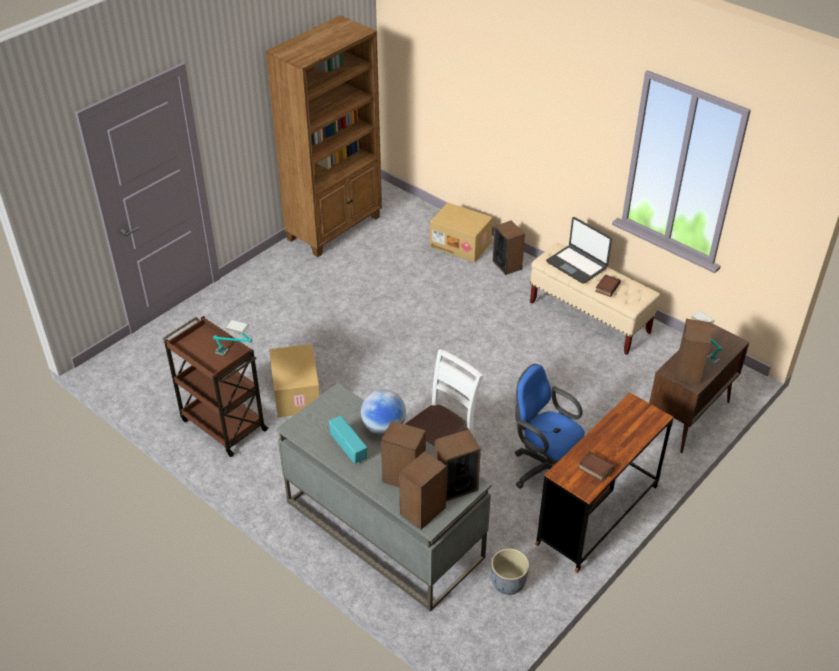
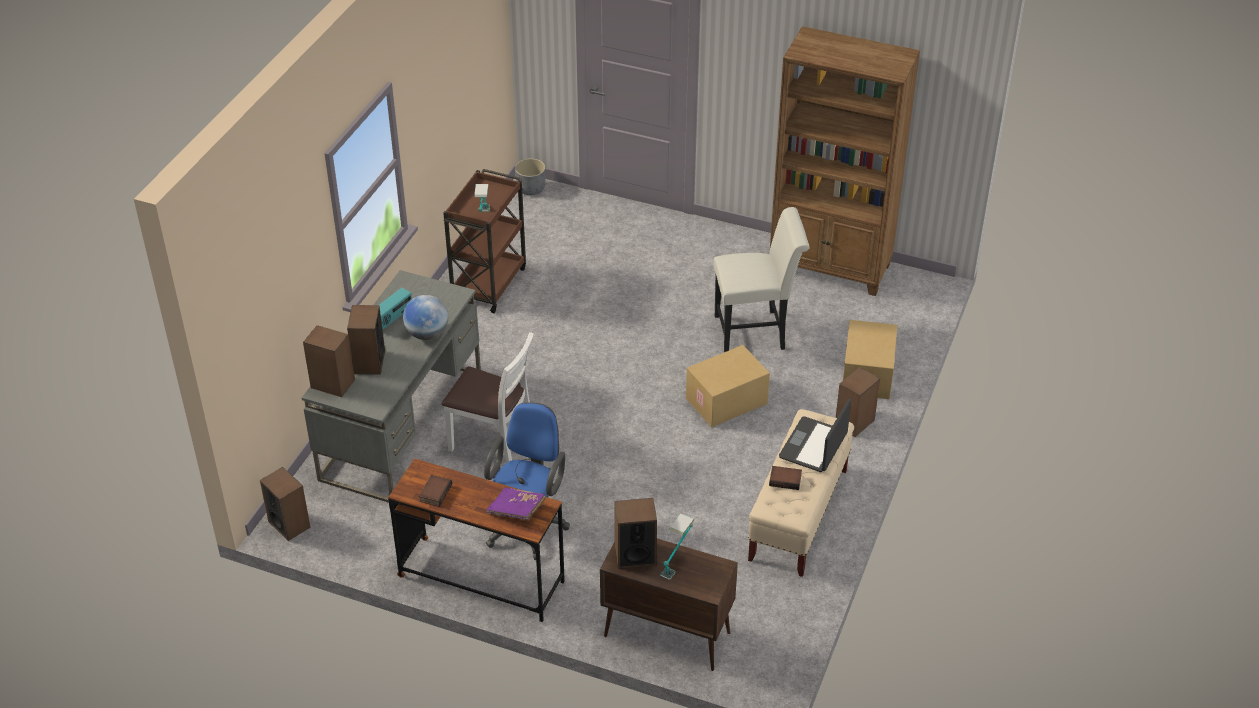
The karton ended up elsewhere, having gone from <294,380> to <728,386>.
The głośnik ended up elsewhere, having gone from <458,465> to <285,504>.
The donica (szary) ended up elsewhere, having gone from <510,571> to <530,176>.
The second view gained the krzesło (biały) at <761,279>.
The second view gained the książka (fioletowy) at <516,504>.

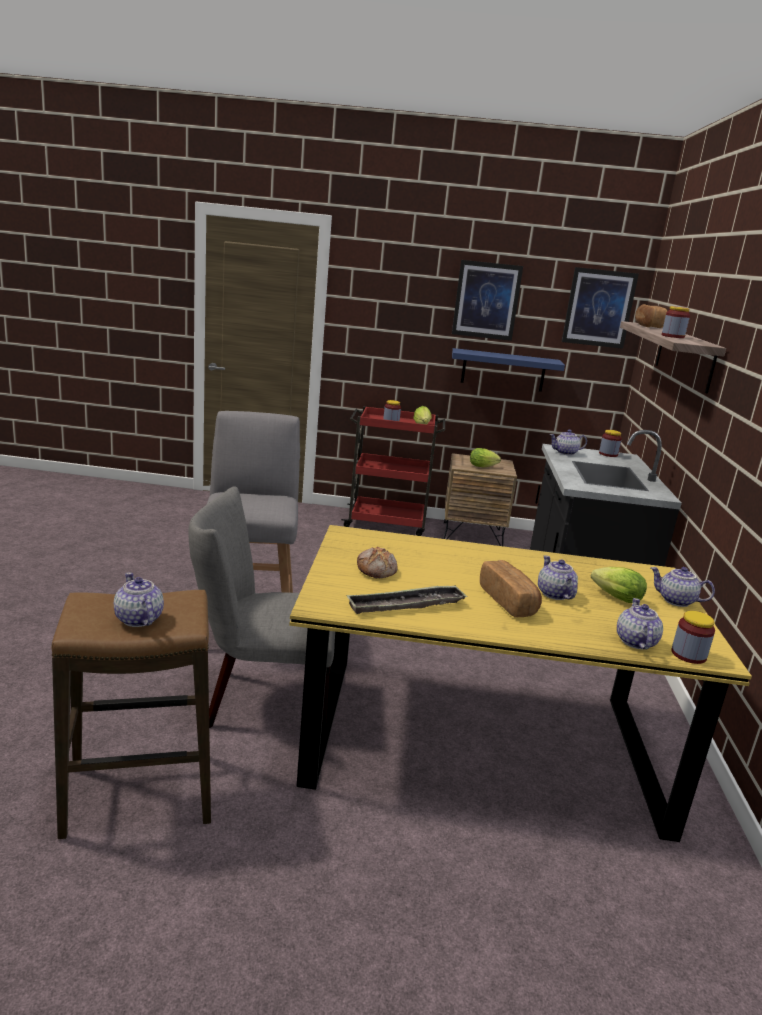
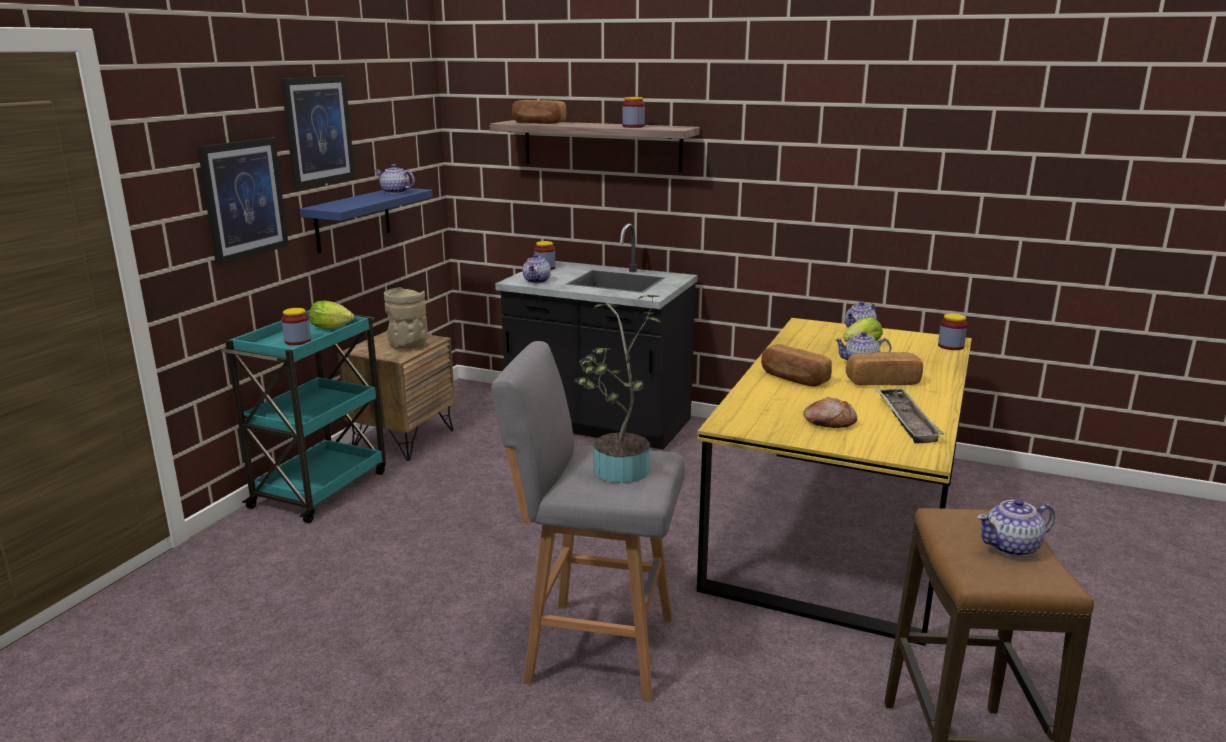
The obraz ended up elsewhere, having gone from <600,308> to <243,201>.
What was the wózek (czerwony) at <393,471> turned into the wózek (turkusowy) at <303,416>.
Where the sałata stood at <485,458>, the wazon (beżowy) came to stand at <406,318>.
The second view lost the krzesło (szary) at <261,611>.
The imbryk ended up elsewhere, having gone from <640,624> to <395,179>.
The second view gained the roślina doniczkowa at <618,389>.
The second view gained the chleb at <796,365>.

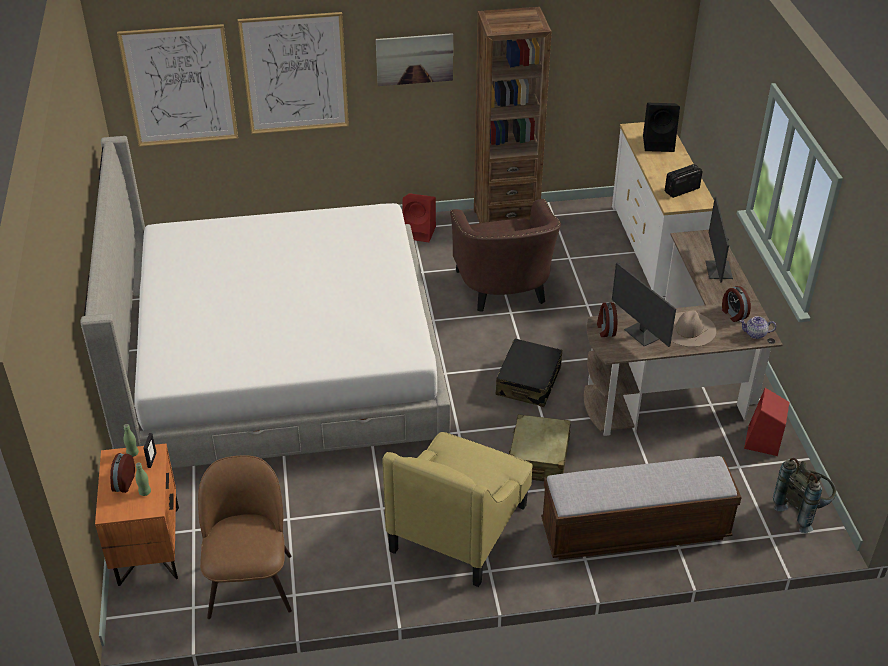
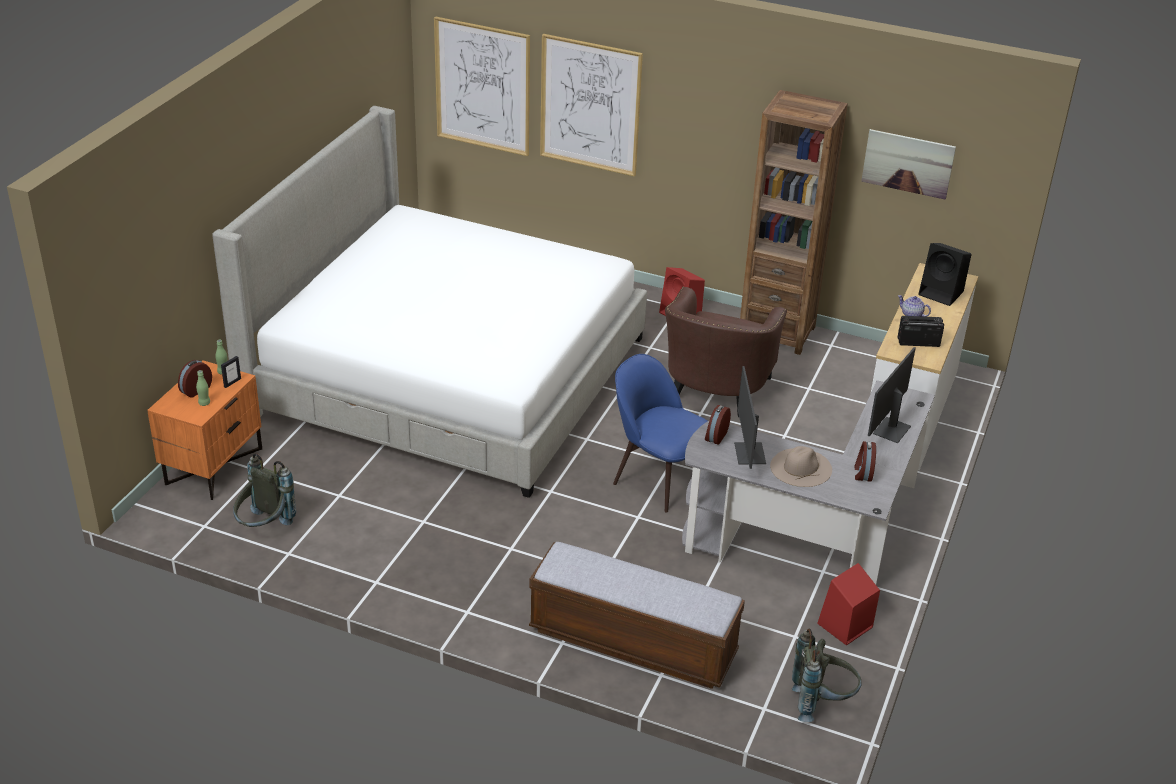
The obraz ended up elsewhere, having gone from <414,59> to <908,164>.
What was the biurko (brązowy) at <683,333> turned into the biurko (szary) at <808,482>.
The imbryk ended up elsewhere, having gone from <758,327> to <914,306>.
Where the walizka (czarny) stood at <529,372>, the krzesło (niebieski) came to stand at <660,433>.
The second view lost the walizka (beżowy) at <540,447>.
The second view lost the fotel (żółty) at <457,509>.
Where the krzesło (brązowy) stood at <245,537>, the plecak (szary) came to stand at <264,490>.

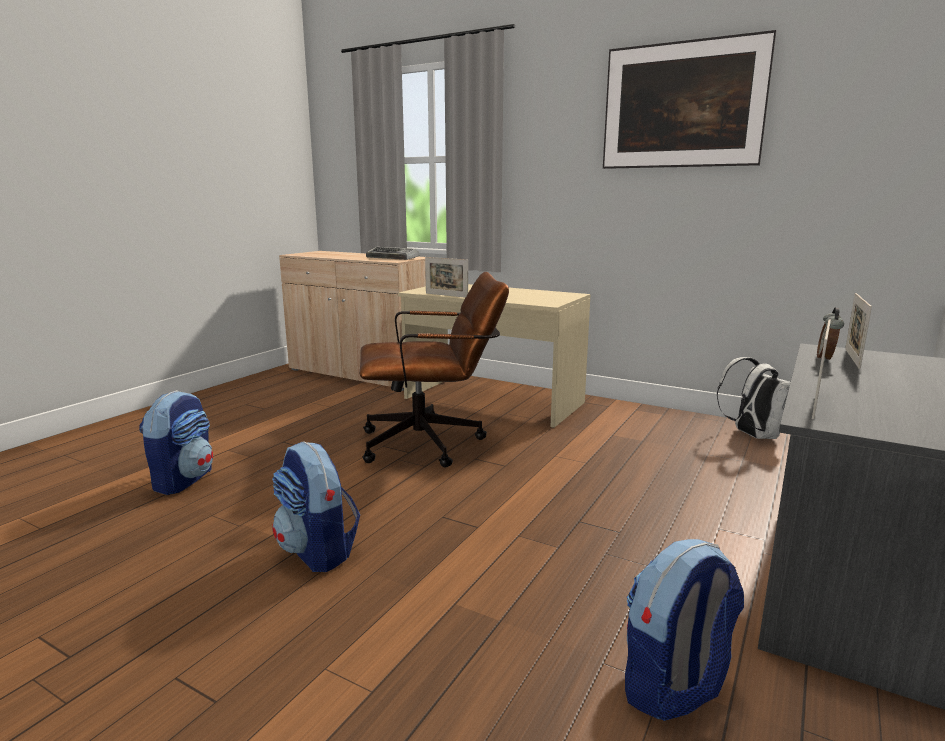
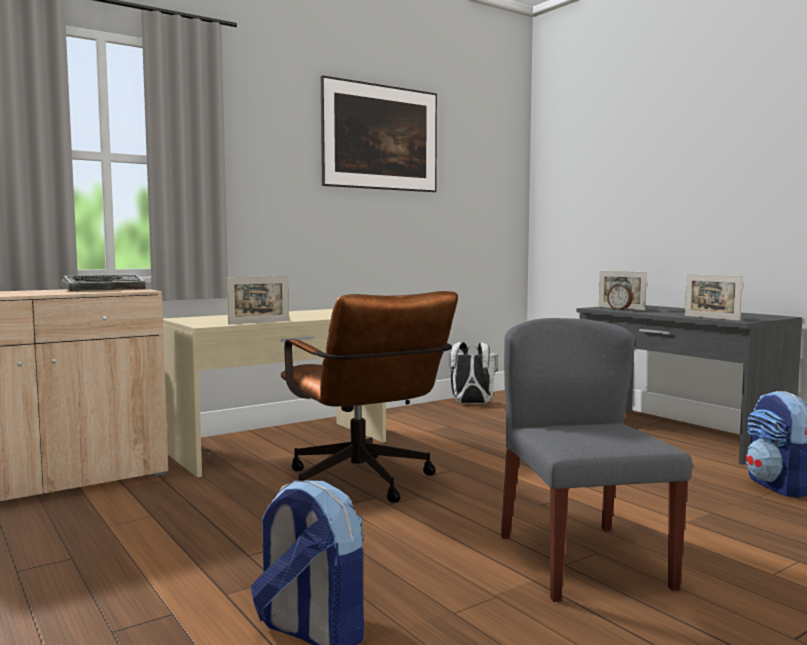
The krzesło biurowe (brązowy) at <434,370> ended up facing another way, 135 degrees clockwise from before.
Where the plecak stood at <316,507>, the krzesło (szary) came to stand at <596,460>.

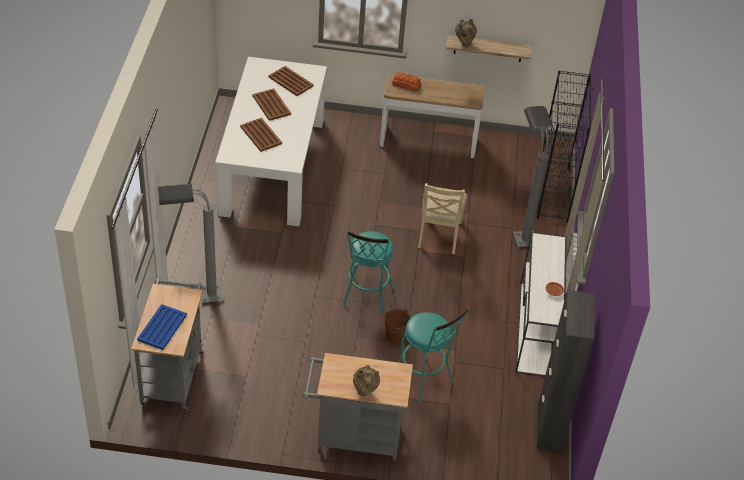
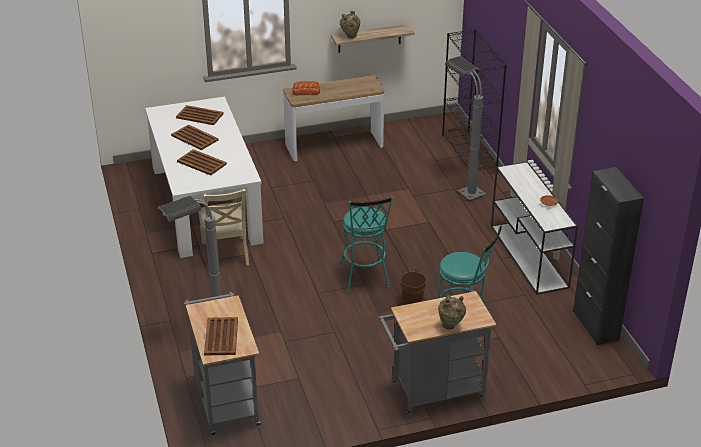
The krzesło (beżowy) ended up elsewhere, having gone from <442,218> to <223,227>.
What was the taca (niebieski) at <162,327> turned into the taca (brązowy) at <221,336>.

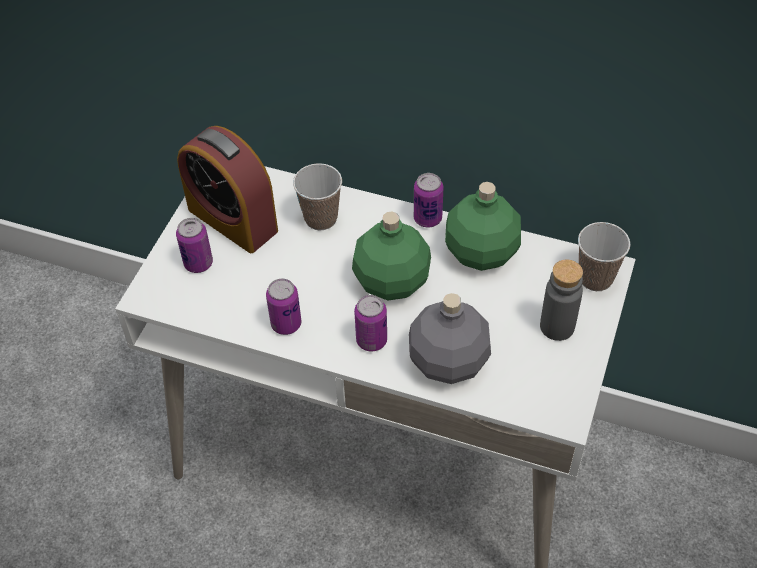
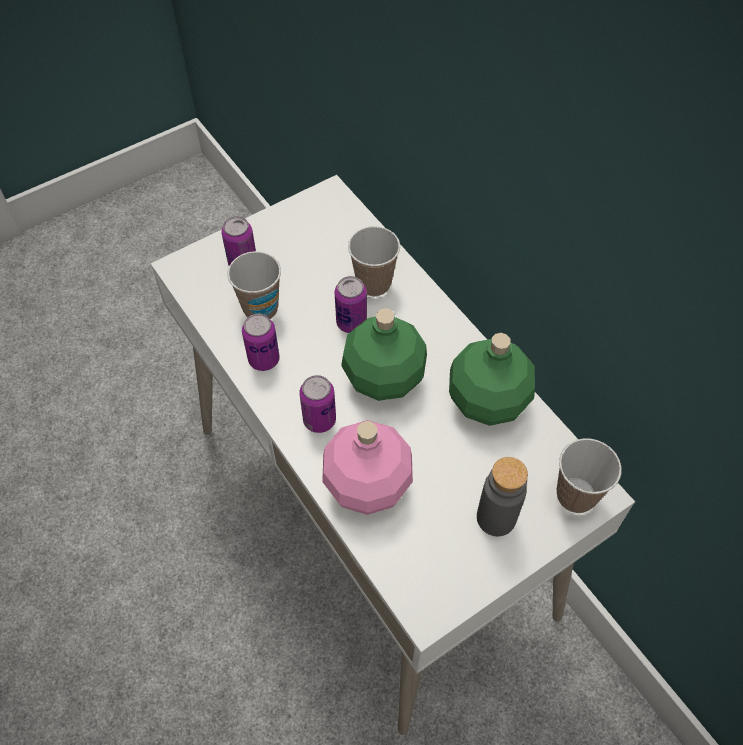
The second view lost the budzik at <227,189>.
The puszka ended up elsewhere, having gone from <428,200> to <351,304>.
What was the butelka (szary) at <450,338> turned into the butelka (różowy) at <367,467>.
The second view gained the filiżanka at <254,285>.

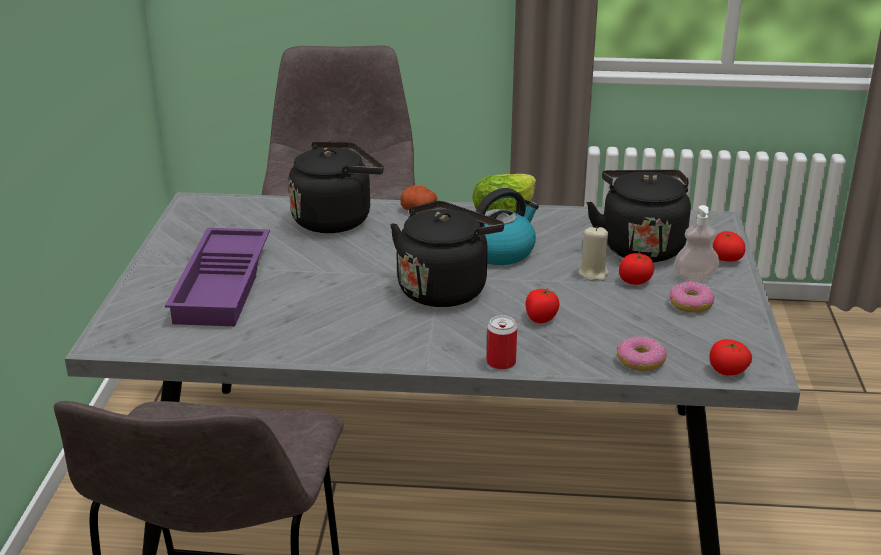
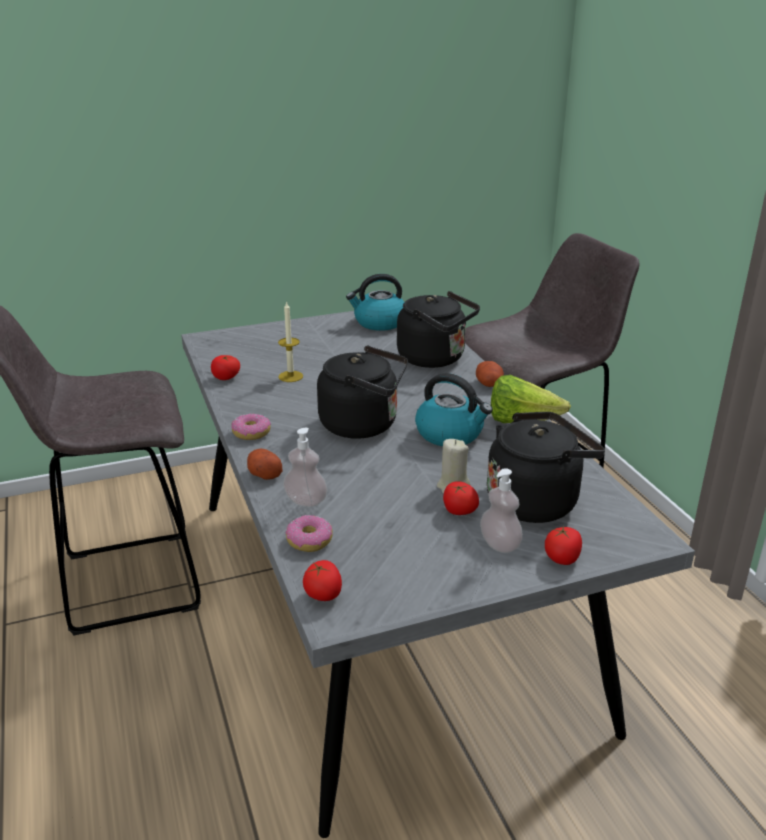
The second view lost the taca (fioletowy) at <217,277>.
The donut ended up elsewhere, having gone from <692,297> to <251,427>.
The pomidor ended up elsewhere, having gone from <542,305> to <225,367>.
Where the puszka stood at <502,342>, the ziemniak came to stand at <264,464>.
The second view gained the czajnik at <375,302>.
The second view gained the świeca at <290,341>.
The second view gained the dozownik mydła at <305,467>.

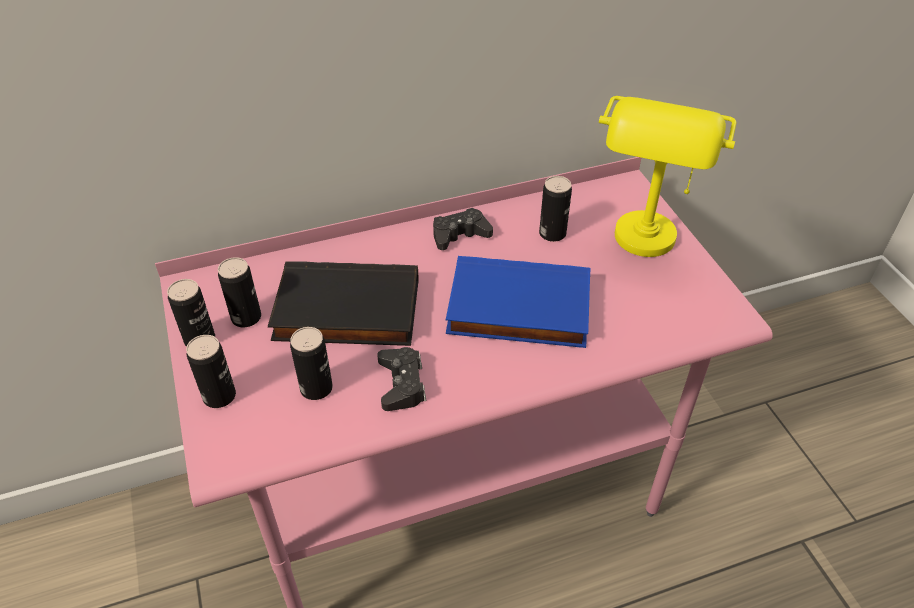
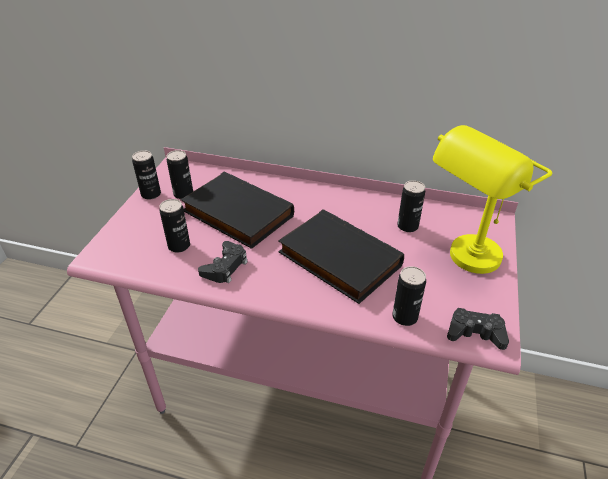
The pad do gier (czarny) ended up elsewhere, having gone from <463,229> to <478,329>.
What was the książka (niebieski) at <518,302> turned into the książka (czarny) at <341,256>.
The puszka ended up elsewhere, having gone from <211,371> to <409,296>.

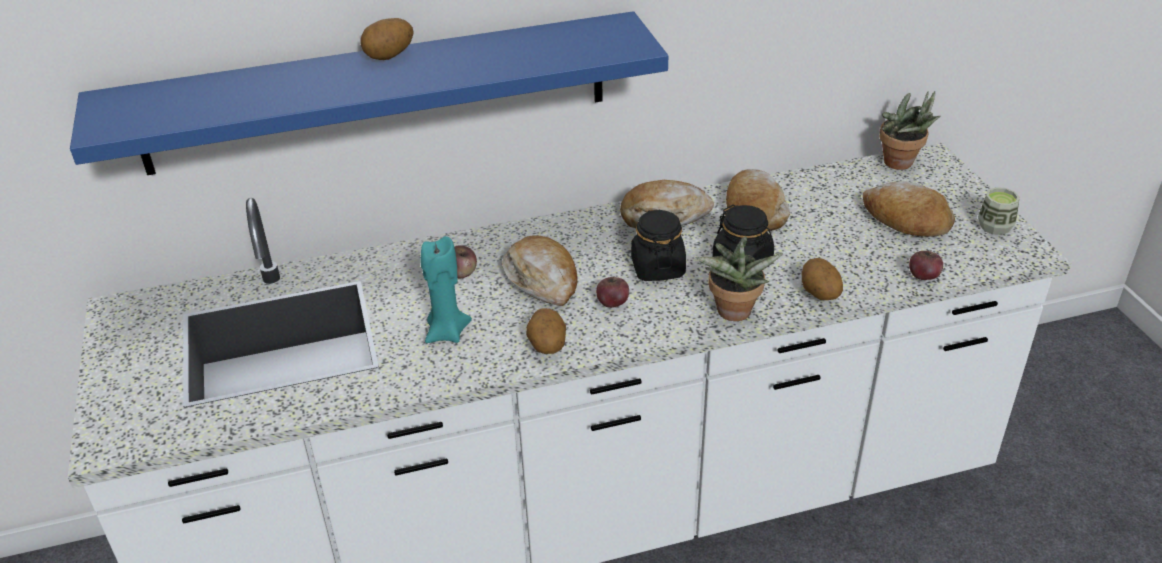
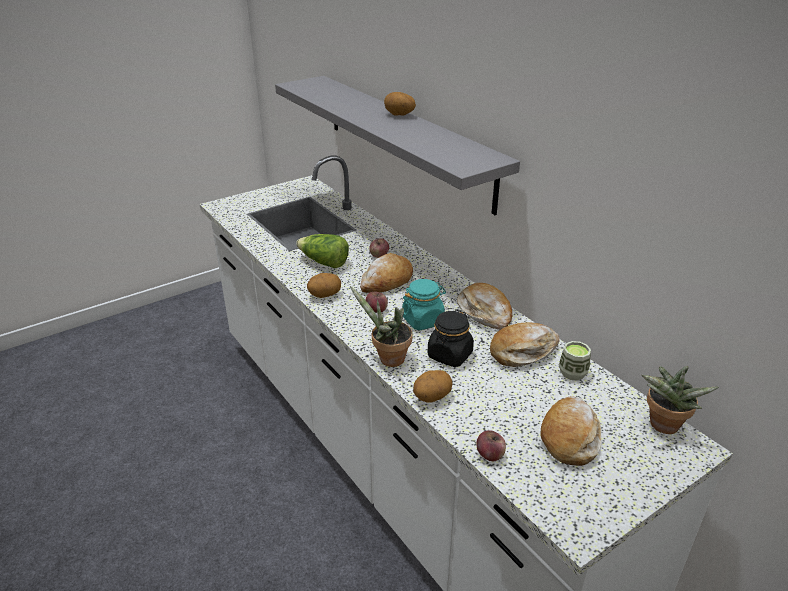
What was the półka (niebieski) at <369,93> turned into the półka (szary) at <397,145>.
The filiżanka ended up elsewhere, having gone from <999,211> to <575,361>.
What was the słoik (czarny) at <658,245> turned into the słoik (turkusowy) at <424,304>.
Where the świeca (turkusowy) stood at <446,289>, the sałata came to stand at <322,251>.

